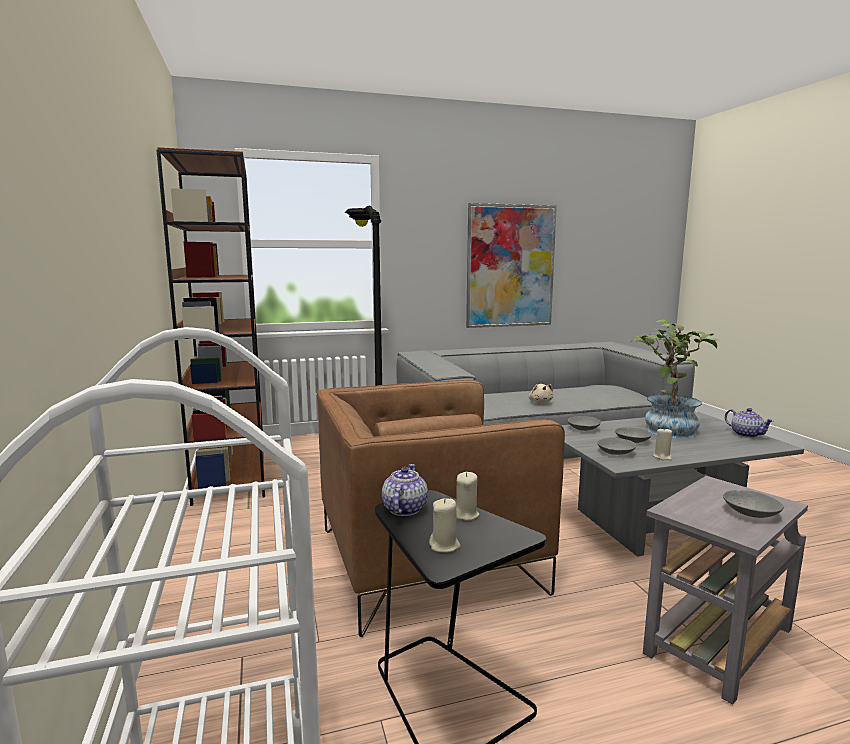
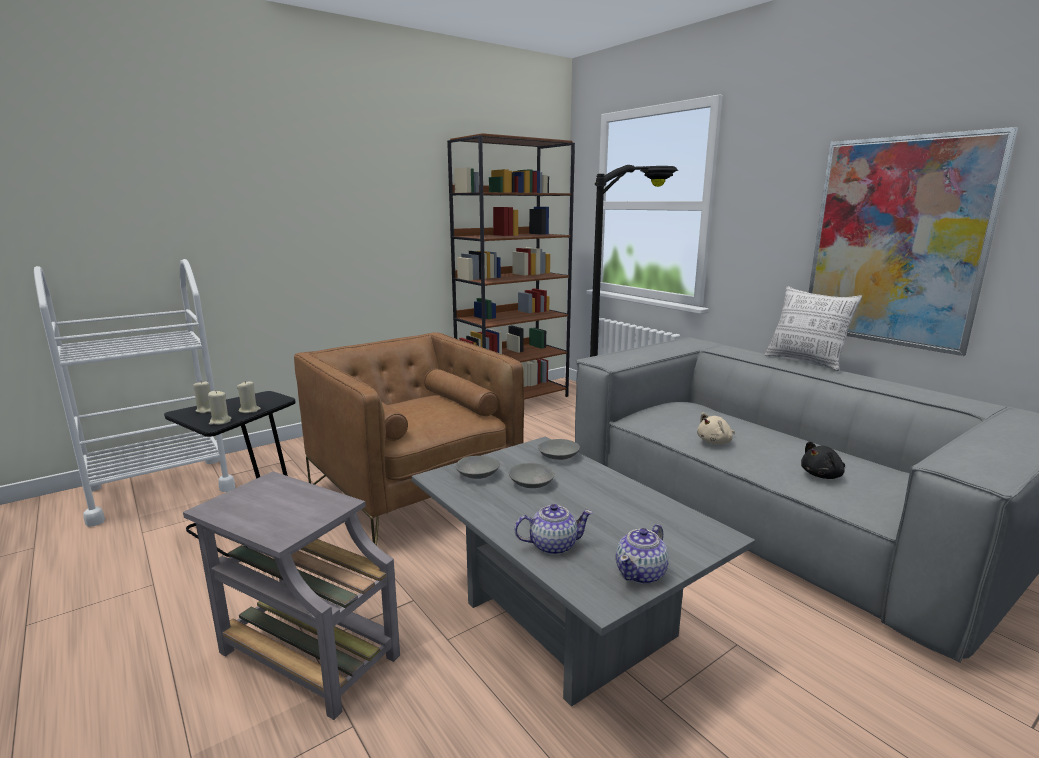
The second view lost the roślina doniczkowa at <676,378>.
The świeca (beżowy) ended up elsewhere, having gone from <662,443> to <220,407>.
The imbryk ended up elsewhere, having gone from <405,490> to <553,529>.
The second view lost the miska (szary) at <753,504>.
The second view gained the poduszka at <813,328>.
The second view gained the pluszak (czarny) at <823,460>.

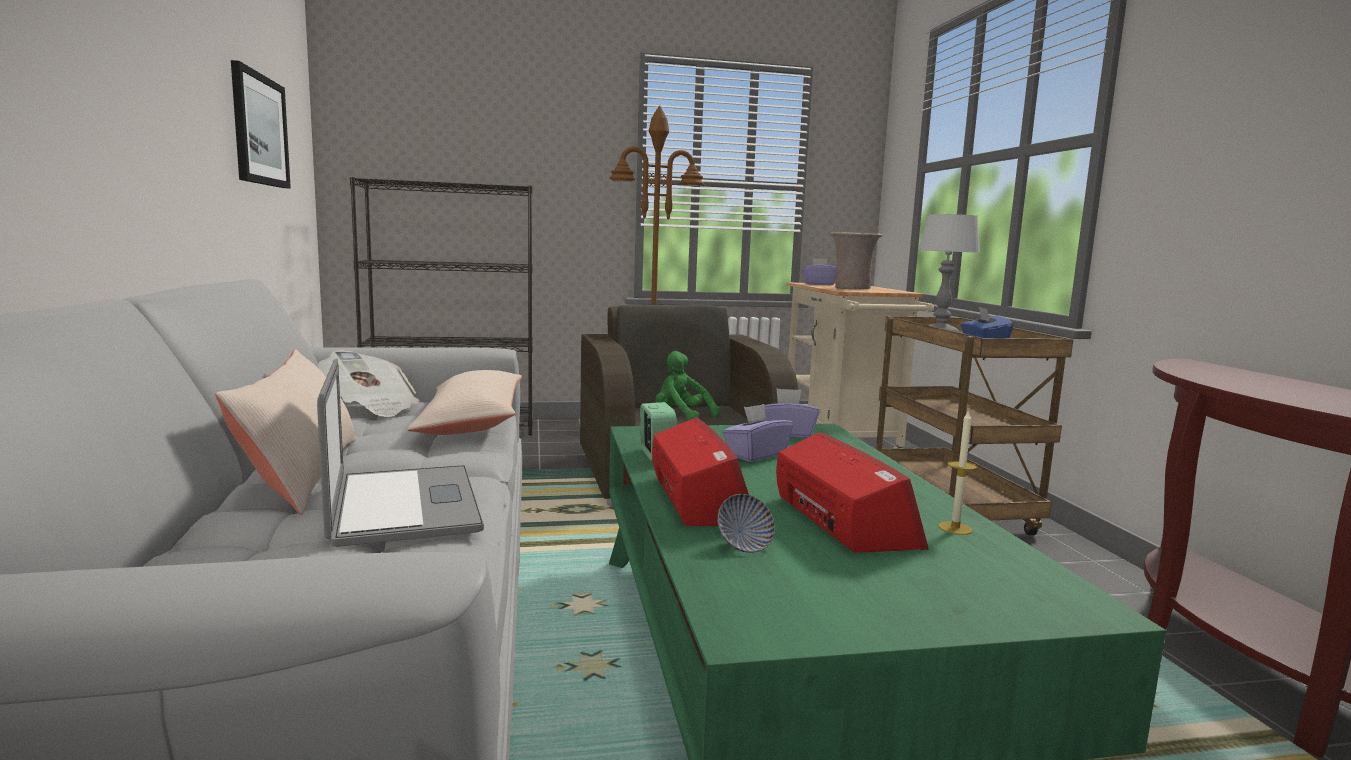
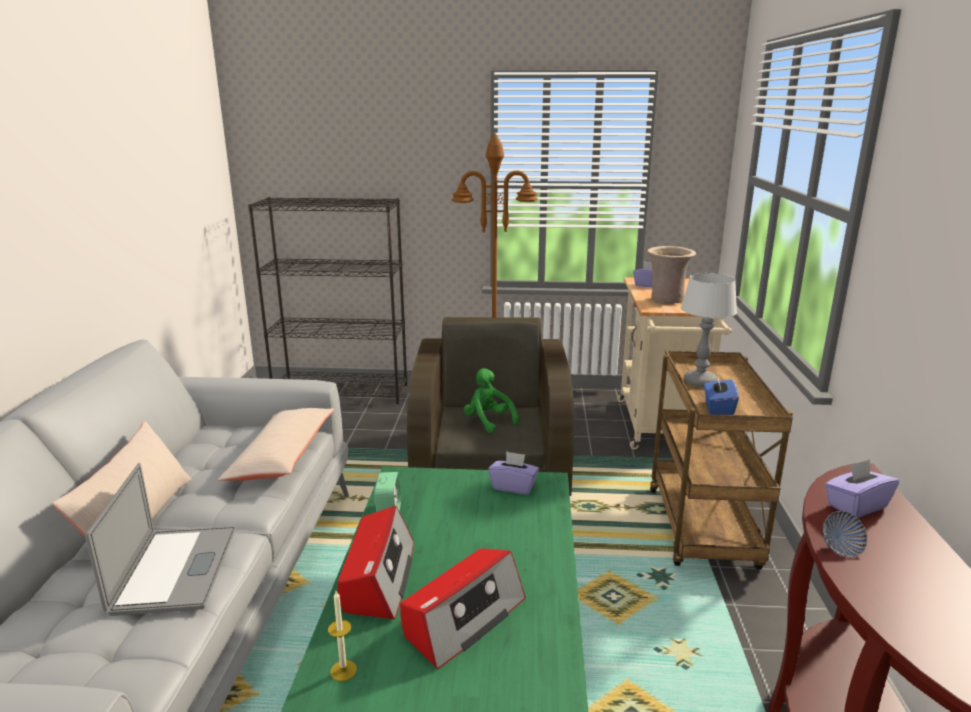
The second view lost the obraz at <261,124>.
The second view lost the gazeta at <368,383>.
The pudełko chusteczek (fioletowy) ended up elsewhere, having gone from <757,433> to <862,488>.
The świeca ended up elsewhere, having gone from <958,472> to <342,636>.
The radio at <852,492> ended up facing another way, 45 degrees clockwise from before.
The miska ended up elsewhere, having gone from <746,523> to <844,534>.

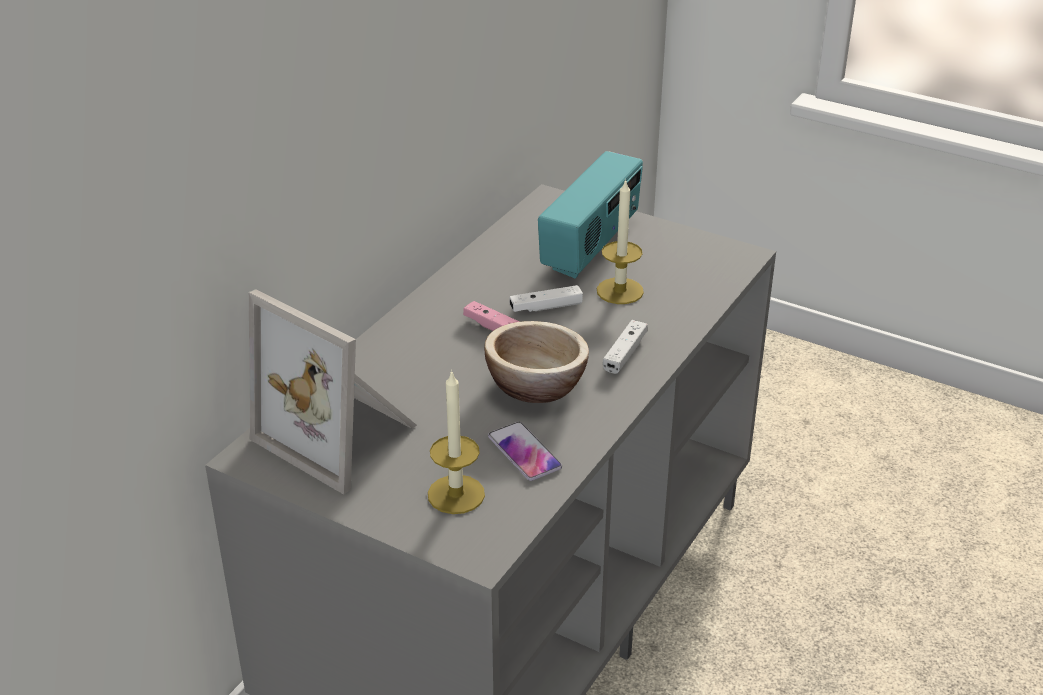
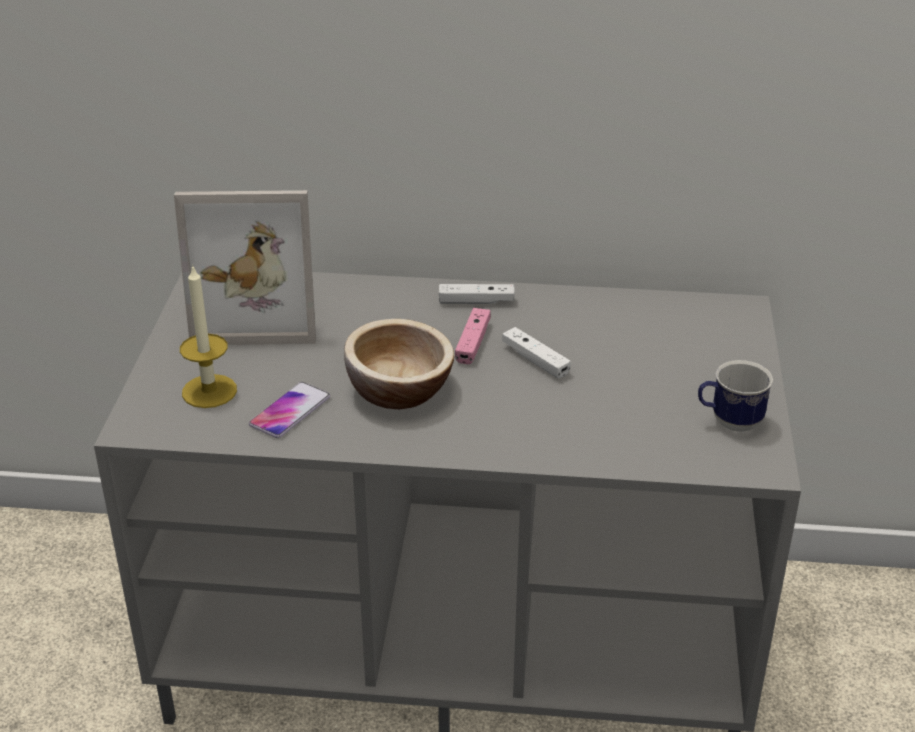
The second view lost the radio at <590,215>.
The second view lost the świeca at <620,241>.
The ramka na zdjęcie at <333,392> ended up facing another way, 105 degrees counterclockwise from before.
The pad do gier (biały) ended up elsewhere, having gone from <625,347> to <477,294>.
The second view gained the kubek at <735,396>.

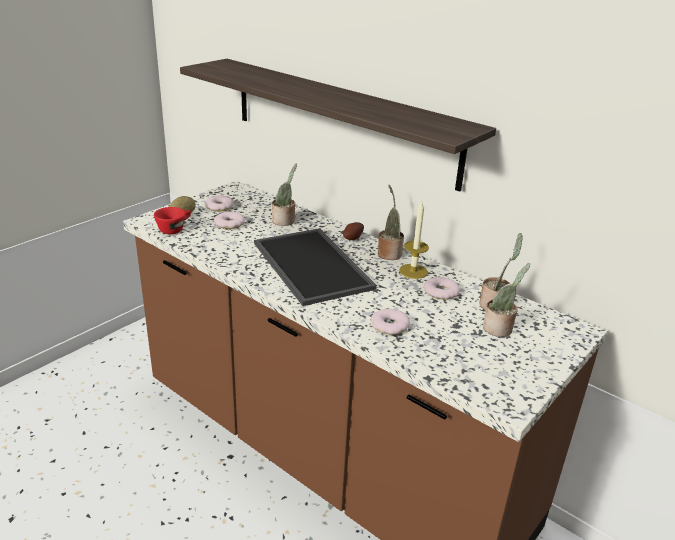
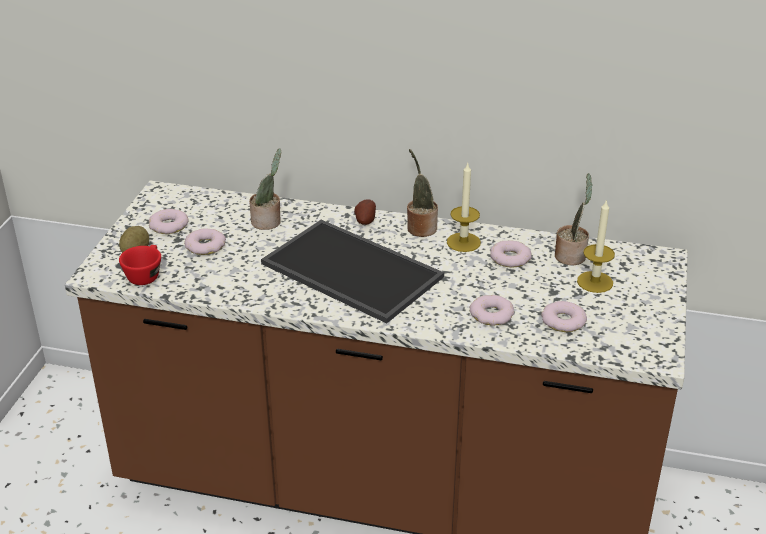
The second view lost the półka at <338,125>.
Where the roślina doniczkowa stood at <506,300>, the świeca came to stand at <596,246>.
The second view gained the donut at <564,316>.

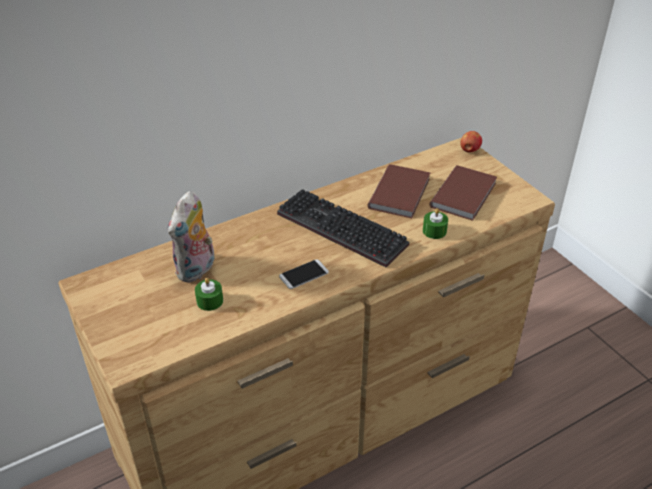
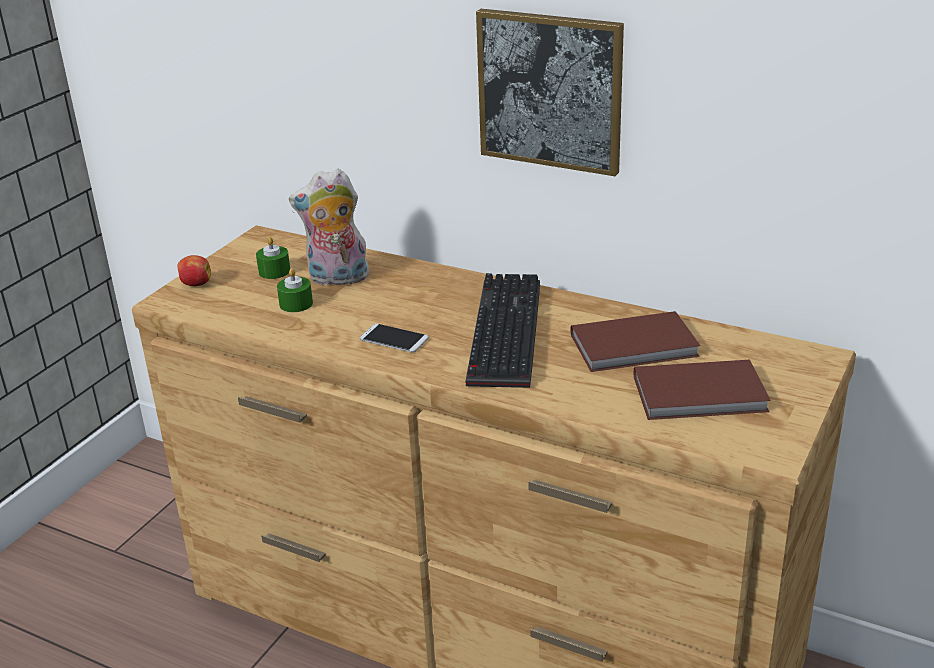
The jabłko ended up elsewhere, having gone from <471,141> to <194,271>.
The świeca (zielony) ended up elsewhere, having gone from <435,223> to <273,258>.
The second view gained the obraz at <550,92>.

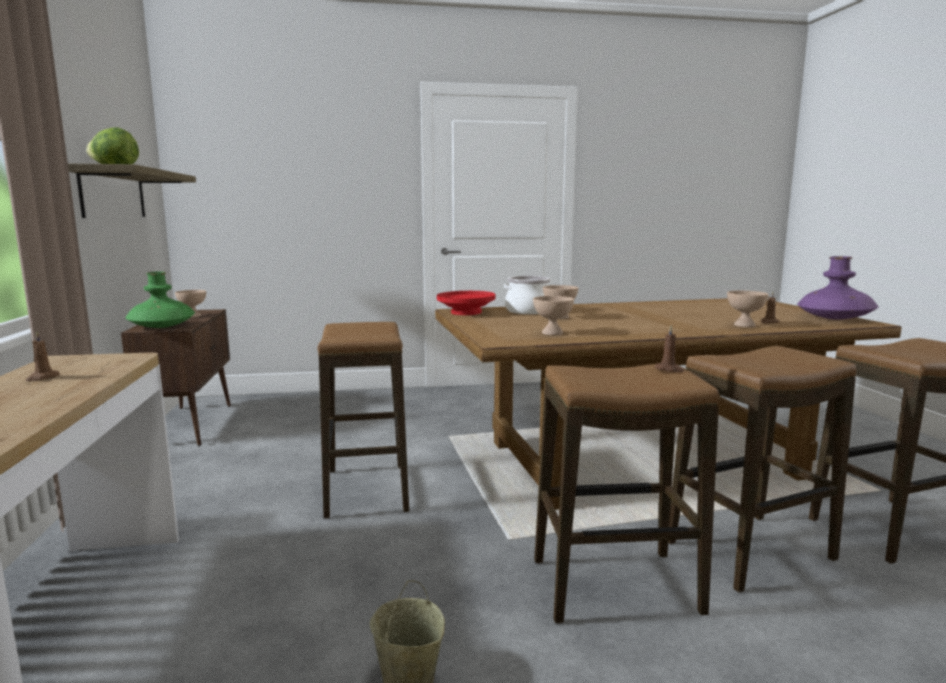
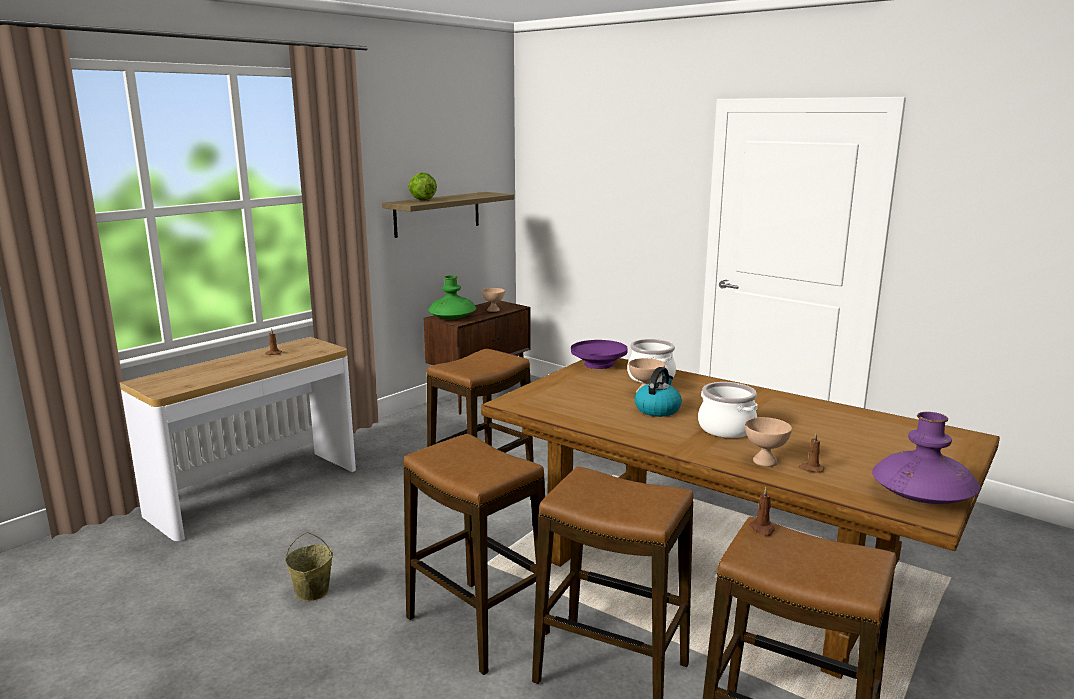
What was the miska (czerwony) at <466,303> turned into the miska (fioletowy) at <599,354>.
The second view lost the miska (beżowy) at <553,315>.
The świeca (brązowy) ended up elsewhere, having gone from <669,348> to <762,512>.
The second view gained the czajnik at <658,392>.
The second view gained the garnek at <728,410>.

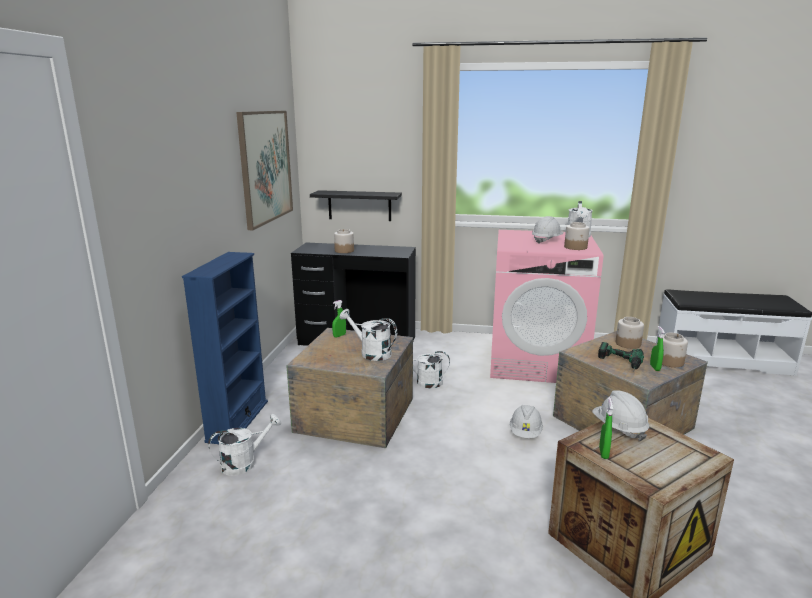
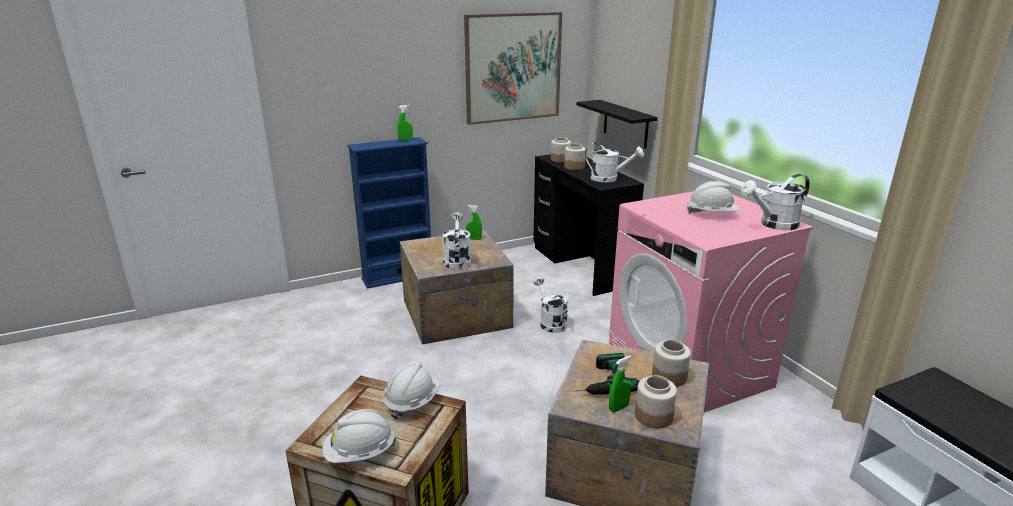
The słoik ended up elsewhere, having gone from <577,236> to <561,150>.
The spryskiwacz (zielony) ended up elsewhere, having gone from <606,428> to <405,123>.
The kask (biały) ended up elsewhere, having gone from <526,421> to <359,436>.
The konewka (biały) ended up elsewhere, having gone from <244,445> to <614,162>.

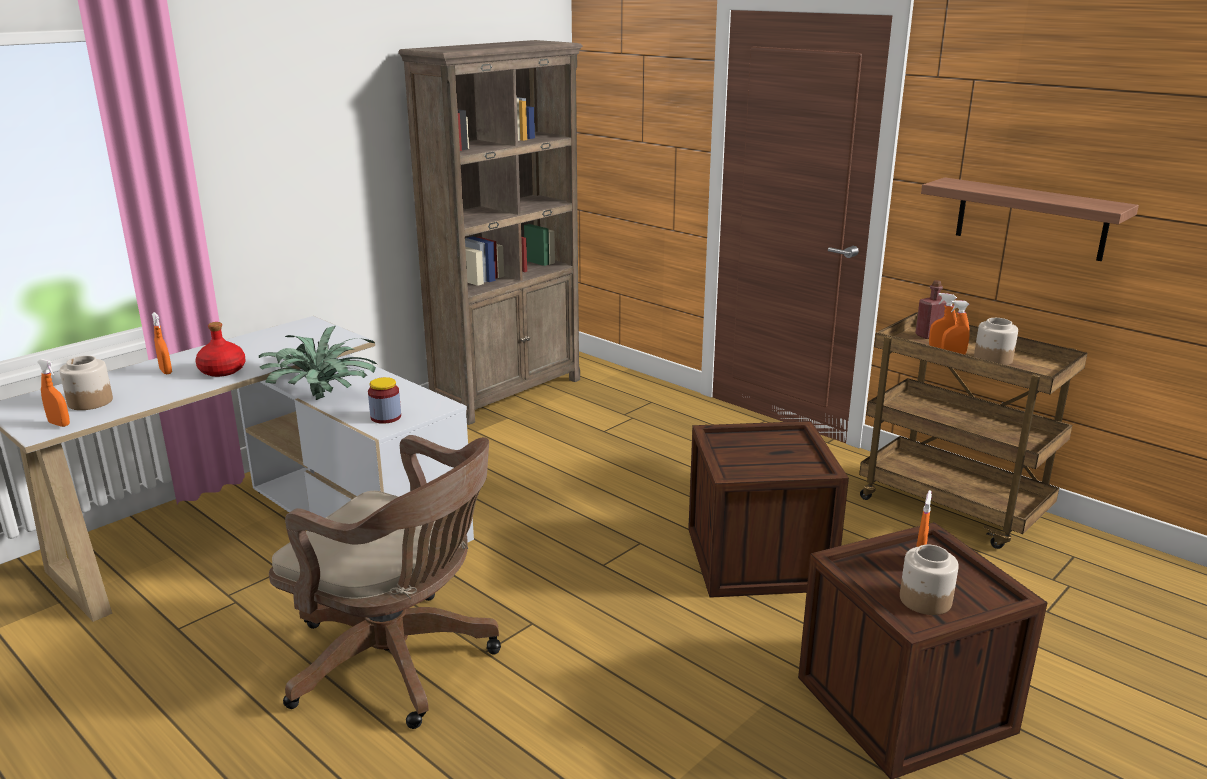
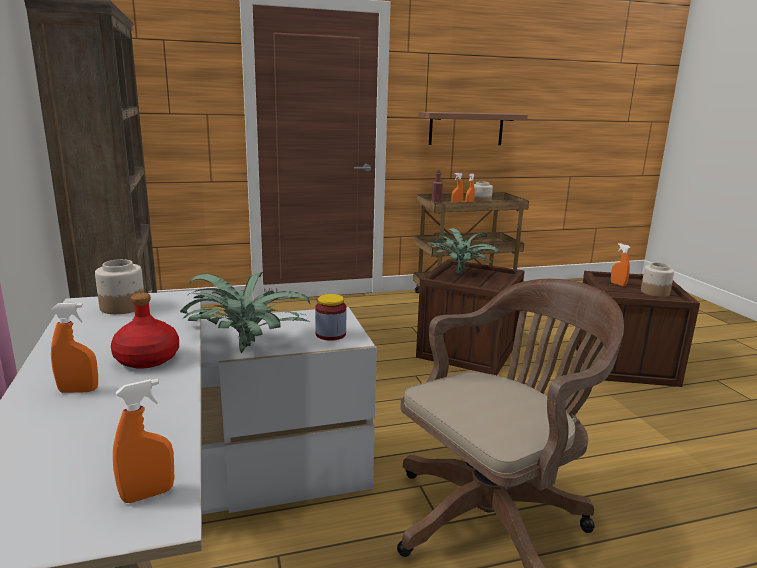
The słoik ended up elsewhere, having gone from <86,383> to <119,286>.
The second view gained the roślina doniczkowa at <464,251>.

